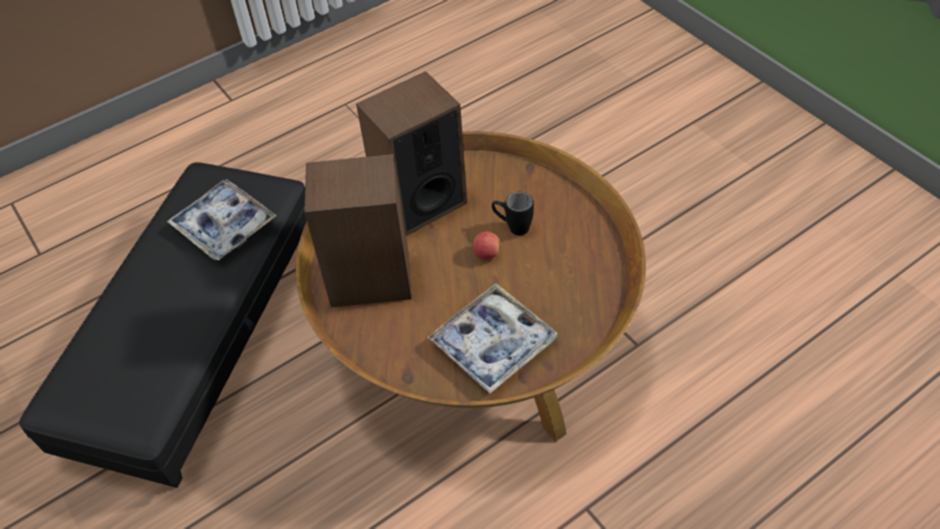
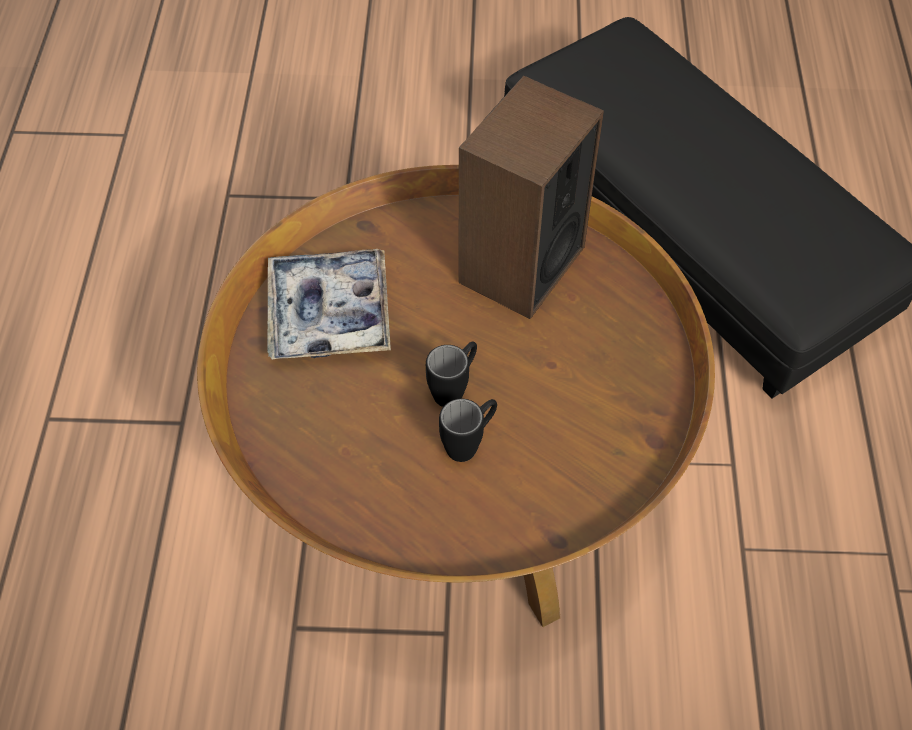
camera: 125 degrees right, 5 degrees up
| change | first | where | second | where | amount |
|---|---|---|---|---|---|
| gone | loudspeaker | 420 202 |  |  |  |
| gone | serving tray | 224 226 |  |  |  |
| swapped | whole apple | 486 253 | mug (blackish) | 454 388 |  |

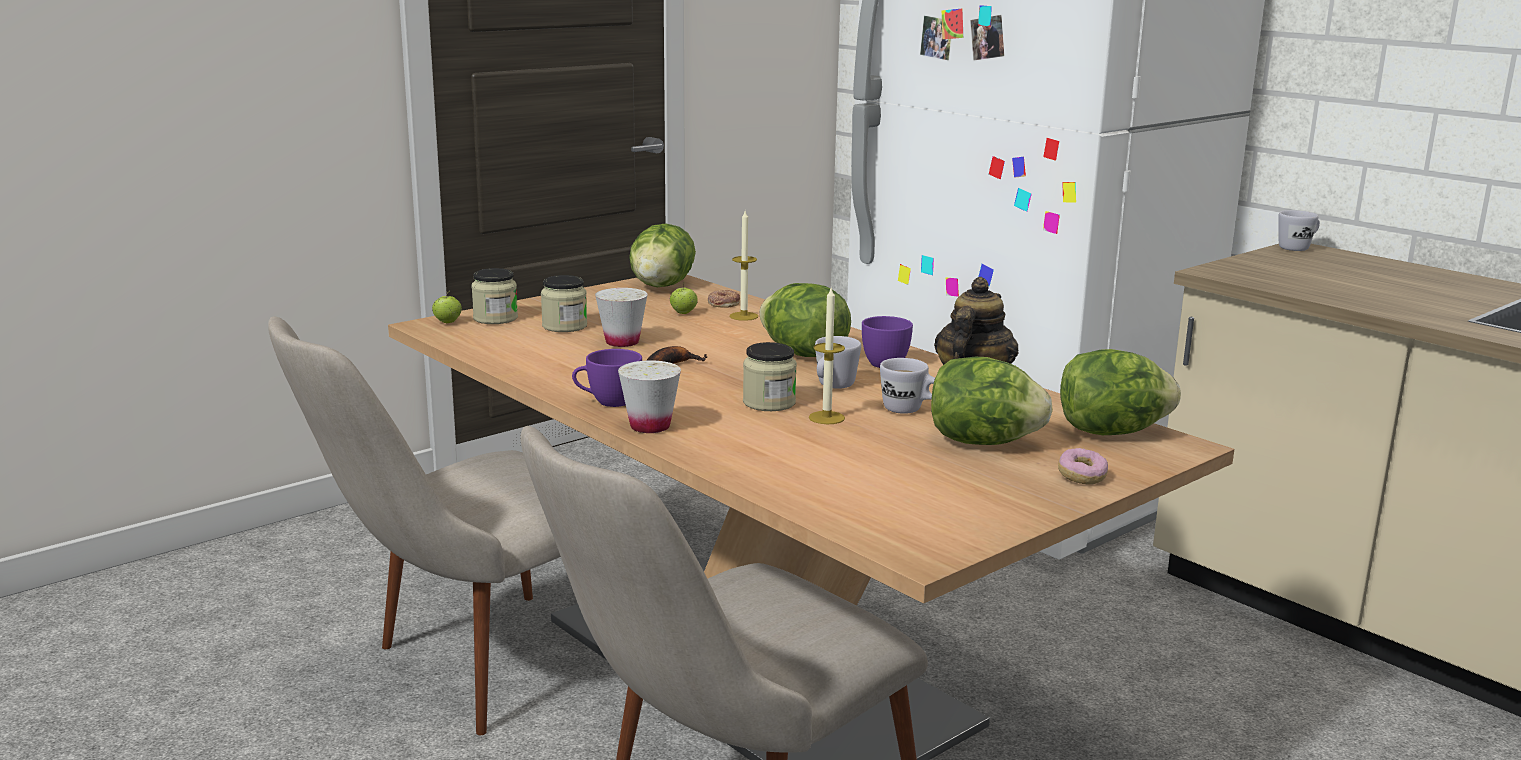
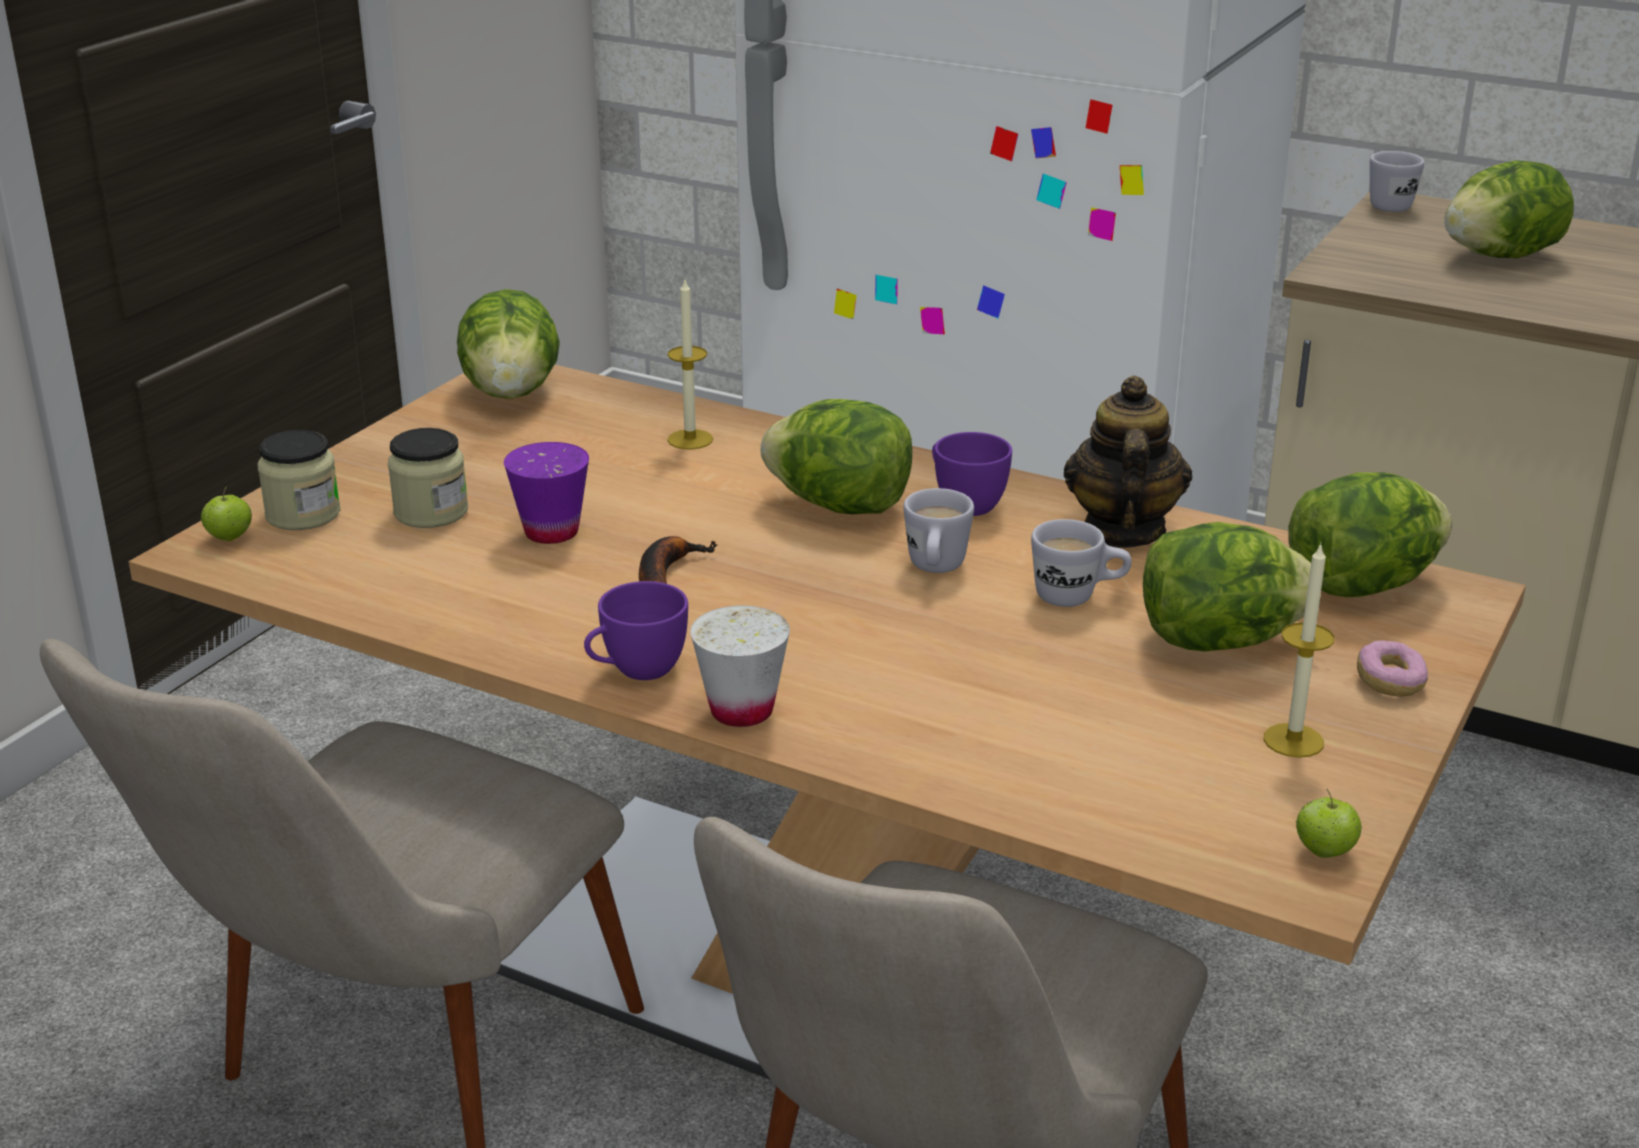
camera: 20 degrees left, 10 degrees up
| change | first | where | second | where | amount |
|---|---|---|---|---|---|
| shifted | whole apple | 683 313 |  | 1324 852 |  |
| repainted | cup (white) | 622 342 | cup (purplish) | 551 532 |  |
| shifted | wax candle | 826 418 |  | 1293 740 |  |
| gone | ring doughnut | 723 303 |  |  |  |
| gone | storage jar | 769 403 |  |  |  |
| new |  |  | lettuce | 1500 256 |  |

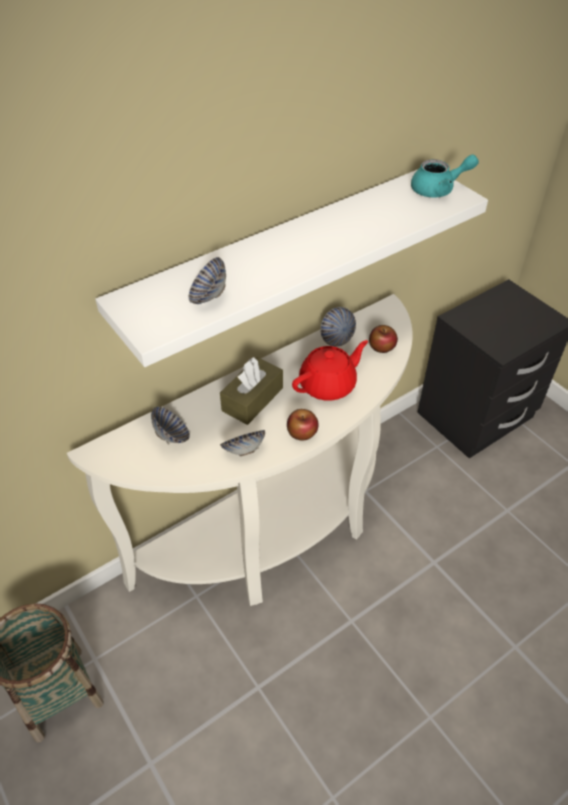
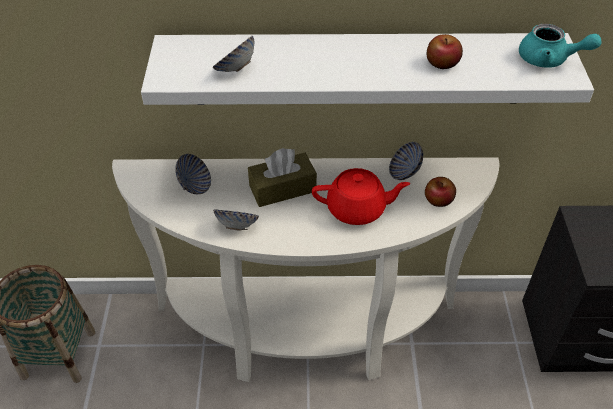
camera: 35 degrees right, 0 degrees up
| change | first | where | second | where | amount |
|---|---|---|---|---|---|
| shifted | whole apple | 302 432 |  | 442 63 |  |

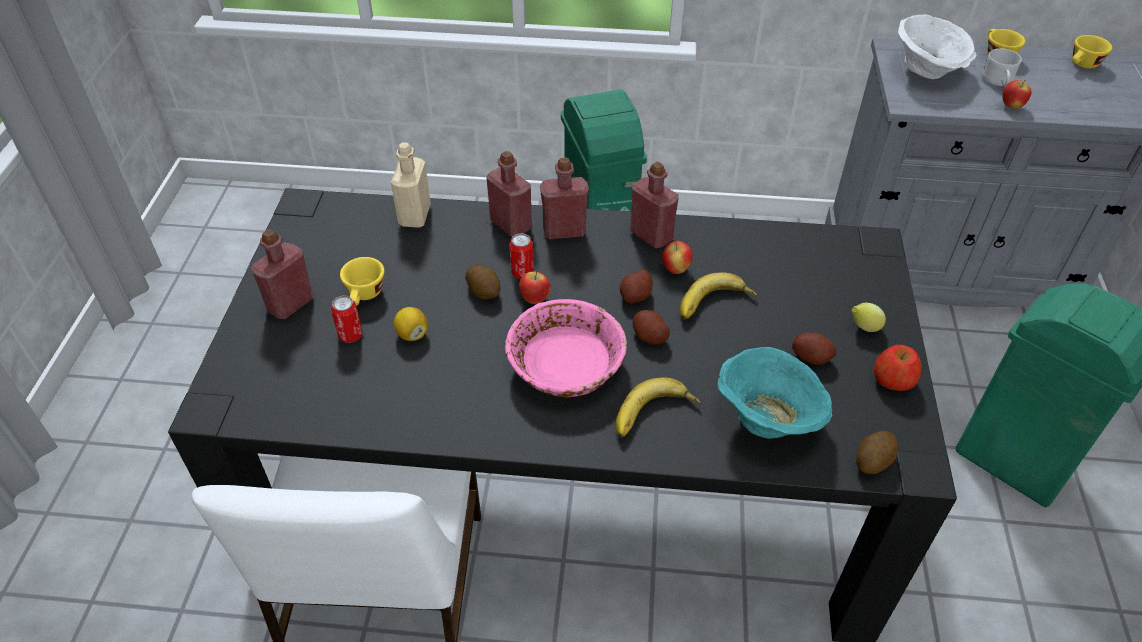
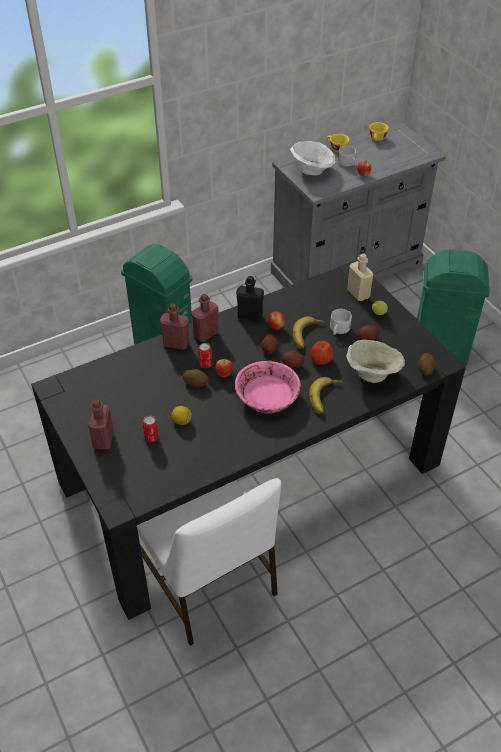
camera: 35 degrees left, 0 degrees up
| change | first | where | second | where | amount |
|---|---|---|---|---|---|
| shifted | bottle (beige-coloured) | 415 215 |  | 358 293 |  |
| repainted | bottle (red-coloured) | 651 235 | bottle (blackish) | 250 316 |  |
| gone | cup (yellow-coloured) | 365 296 |  |  |  |
| shifted | whole apple | 892 380 |  | 321 359 |  |
| repainted | bowl (turquoise-coloured) | 768 418 | bowl (beige-coloured) | 372 374 |  |
| new |  |  | mug (white) | 338 330 |  |

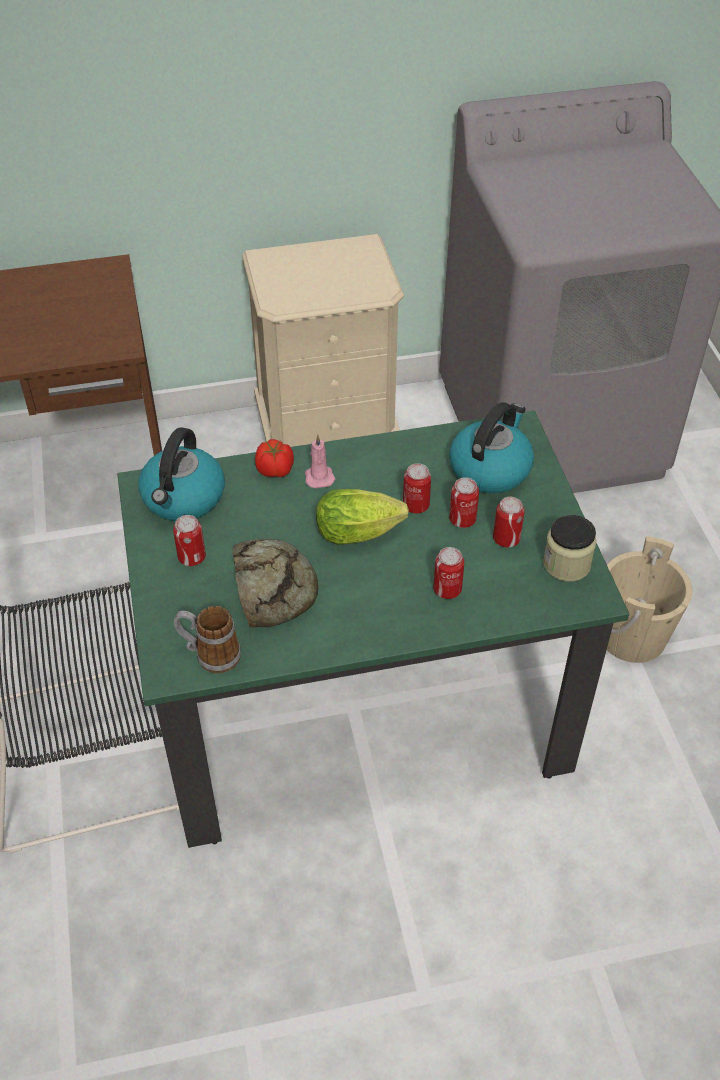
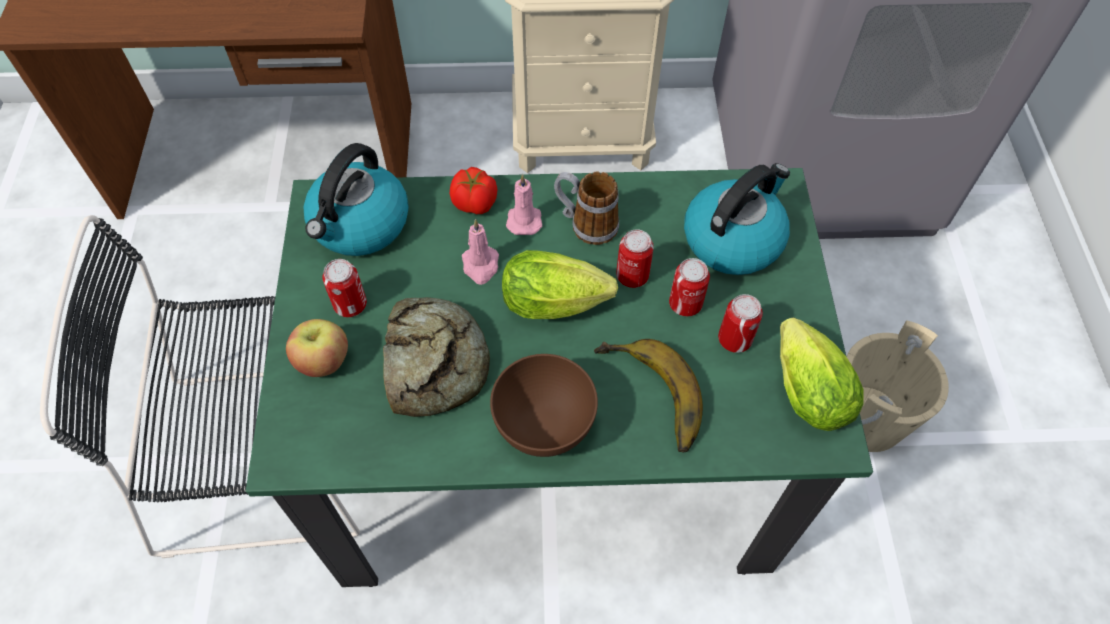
camera: 10 degrees right, 10 degrees up
| change | first | where | second | where | amount |
|---|---|---|---|---|---|
| swapped | storage jar | 566 564 | lettuce | 804 387 |  |
| swapped | metal can | 447 589 | whole banana | 647 399 |  |
| shifted | mug | 210 654 |  | 586 224 |  |
| new |  |  | wax candle (pink) | 480 266 |  |
| new |  |  | whole apple | 323 360 |  |
| new |  |  | bowl (brown) | 544 425 |  |

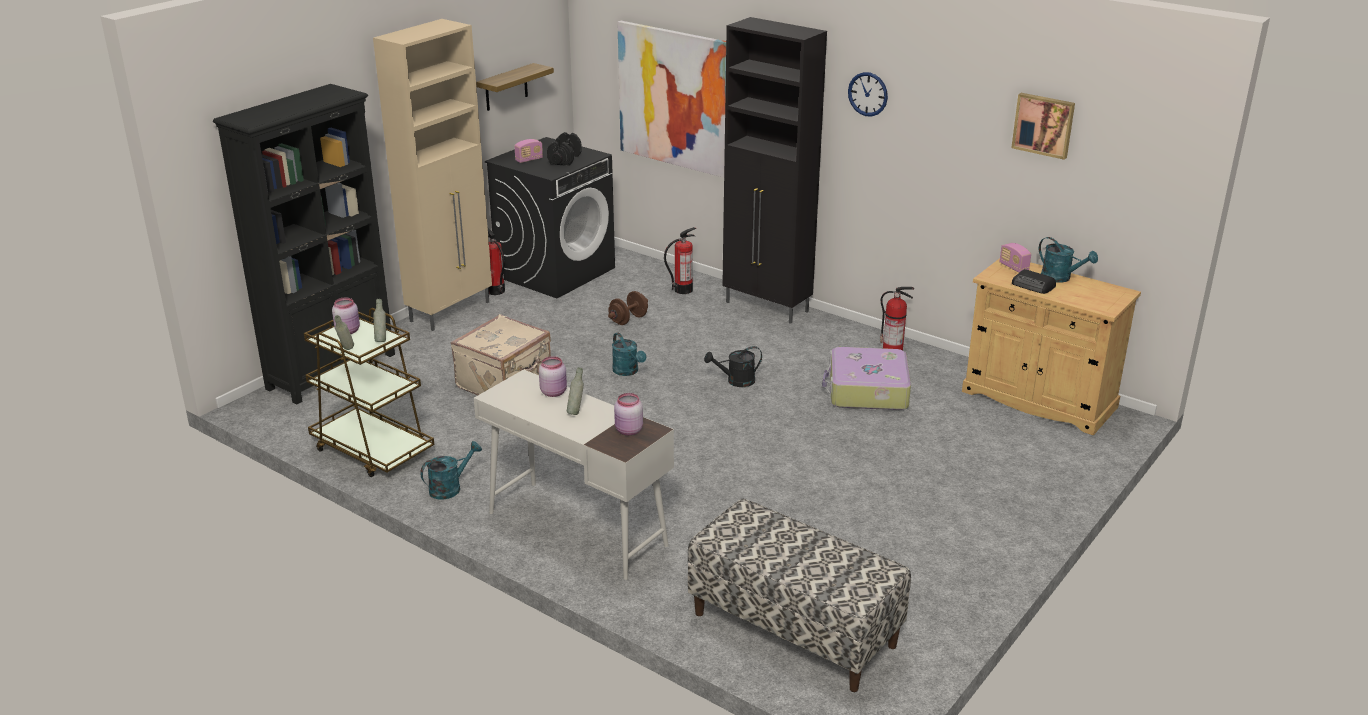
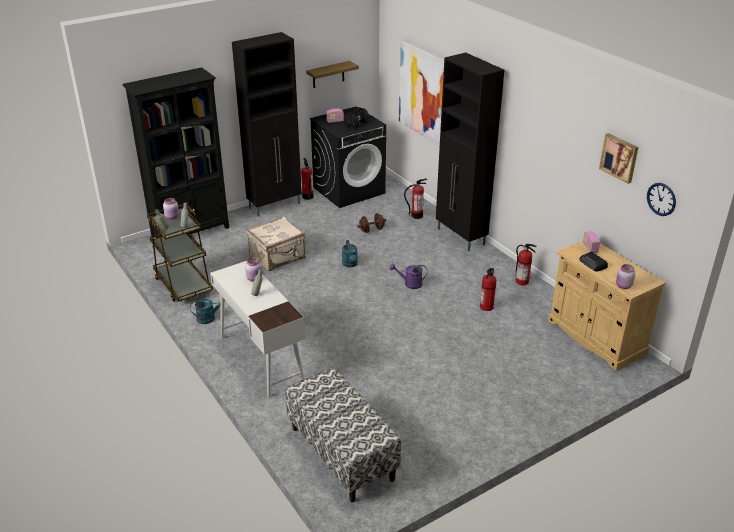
camera: 20 degrees right, 5 degrees up
| change | first | where | second | where | amount |
|---|---|---|---|---|---|
| repainted | cupboard (beige-coloured) | 451 311 | cupboard (blackish) | 275 206 |  |
| shifted | wall clock | 868 94 |  | 661 199 |  |
| gone | sprinkling can (turquoise-coloured) | 1061 278 |  |  |  |
| repainted | sprinkling can (blackish) | 736 381 | sprinkling can (purplish) | 409 284 |  |
| swapped | travel case | 867 391 | fire extinguisher | 486 307 |  |
| shifted | storage jar (pink) | 628 431 |  | 623 286 |  |

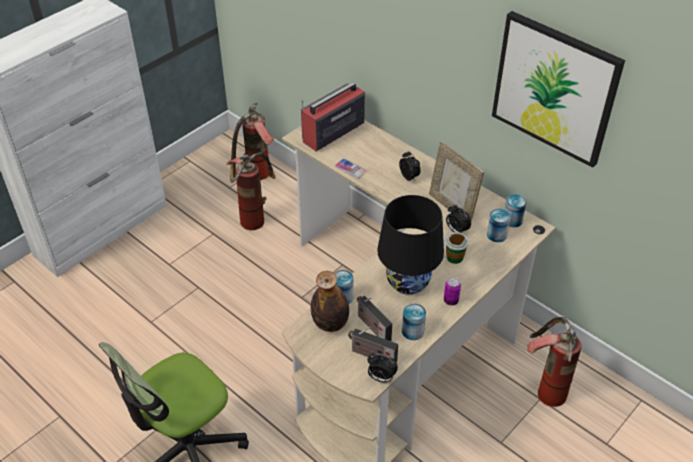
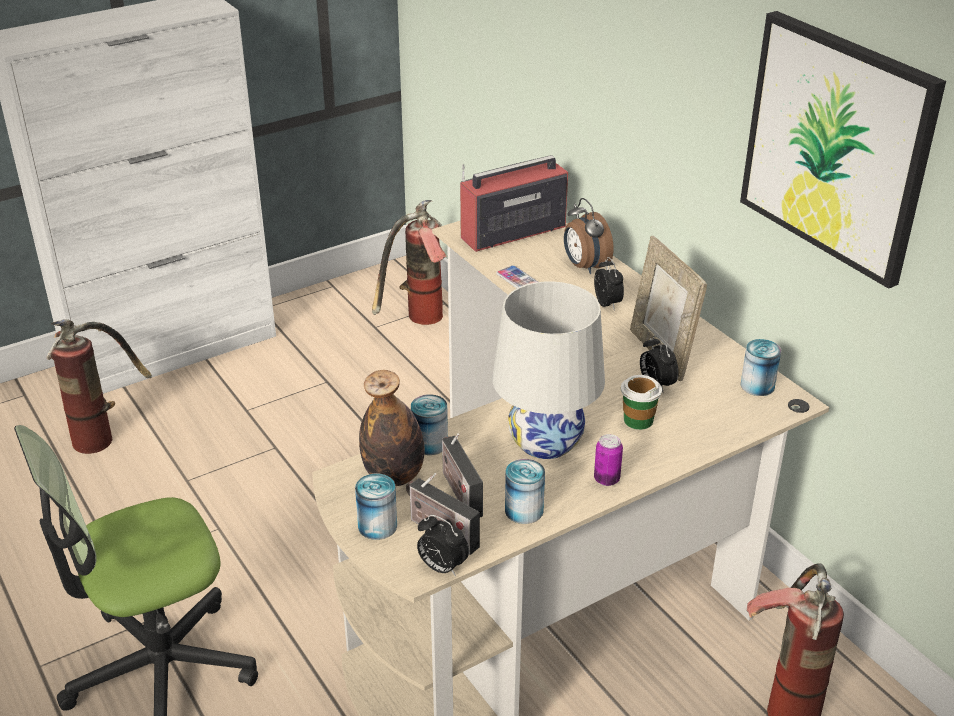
camera: 15 degrees right, 10 degrees down
| change | first | where | second | where | amount |
|---|---|---|---|---|---|
| shifted | fire extinguisher | 255 215 |  | 103 431 |  |
| repainted | lamp for a table (blackish) | 407 282 | lamp for a table (white) | 545 441 |  |
| shifted | metal can | 496 235 |  | 377 526 |  |
| new |  |  | table clock | 584 266 |  |

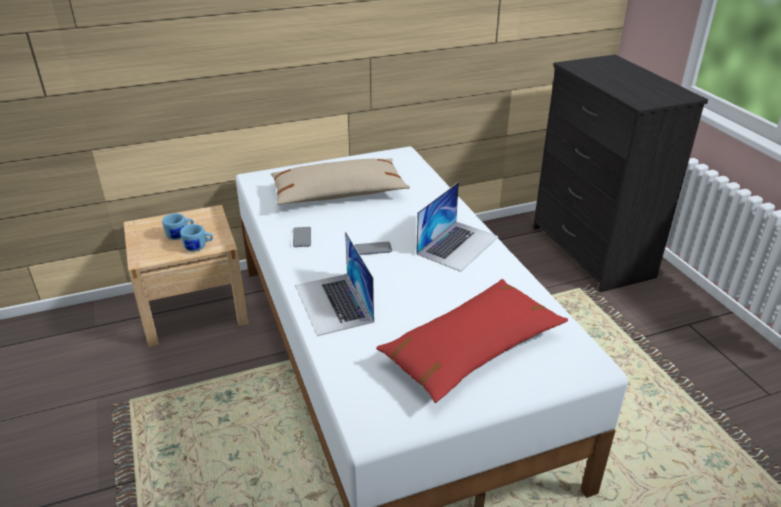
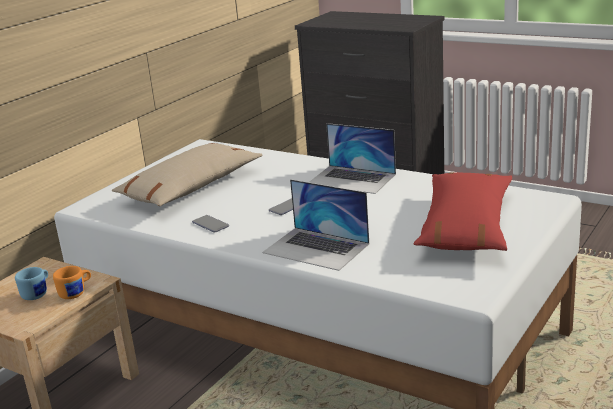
camera: 35 degrees left, 10 degrees down
| change | first | where | second | where | amount |
|---|---|---|---|---|---|
| rotated | notebook computer | 458 245 |  | 352 179 | 120 degrees clockwise |
| repainted | mug (blue-coloured) | 199 247 | mug (orangey) | 76 293 |  |

